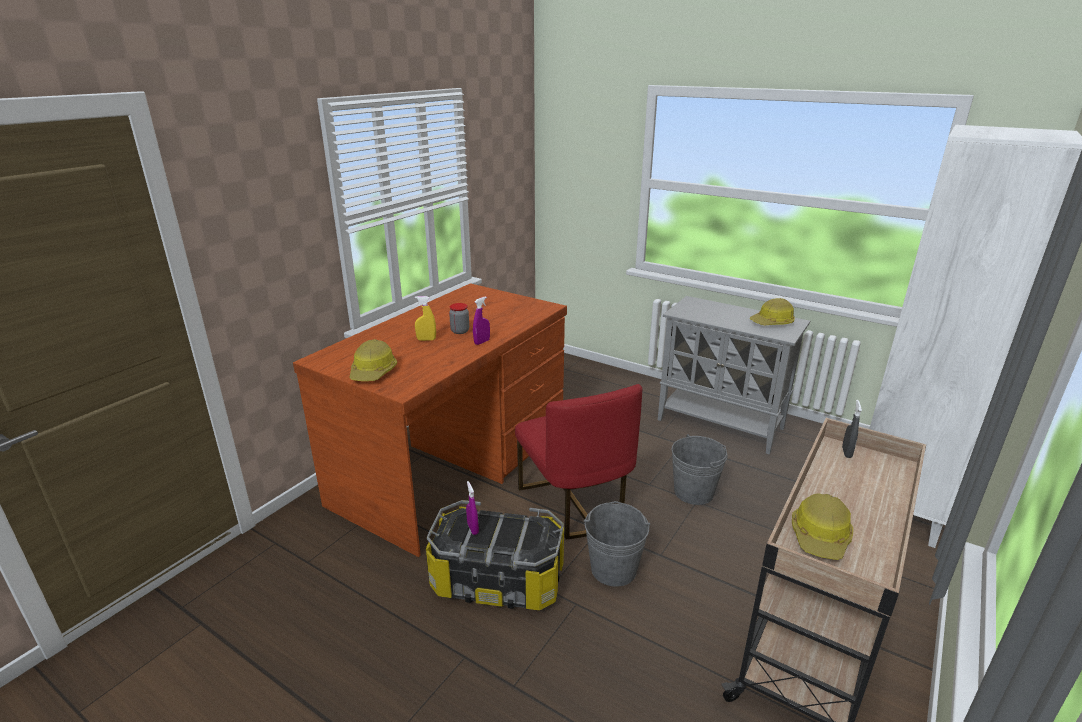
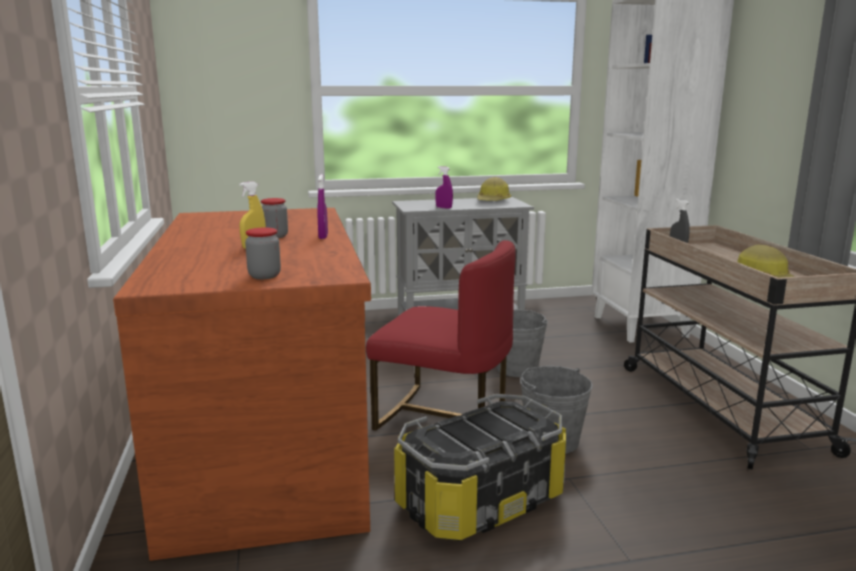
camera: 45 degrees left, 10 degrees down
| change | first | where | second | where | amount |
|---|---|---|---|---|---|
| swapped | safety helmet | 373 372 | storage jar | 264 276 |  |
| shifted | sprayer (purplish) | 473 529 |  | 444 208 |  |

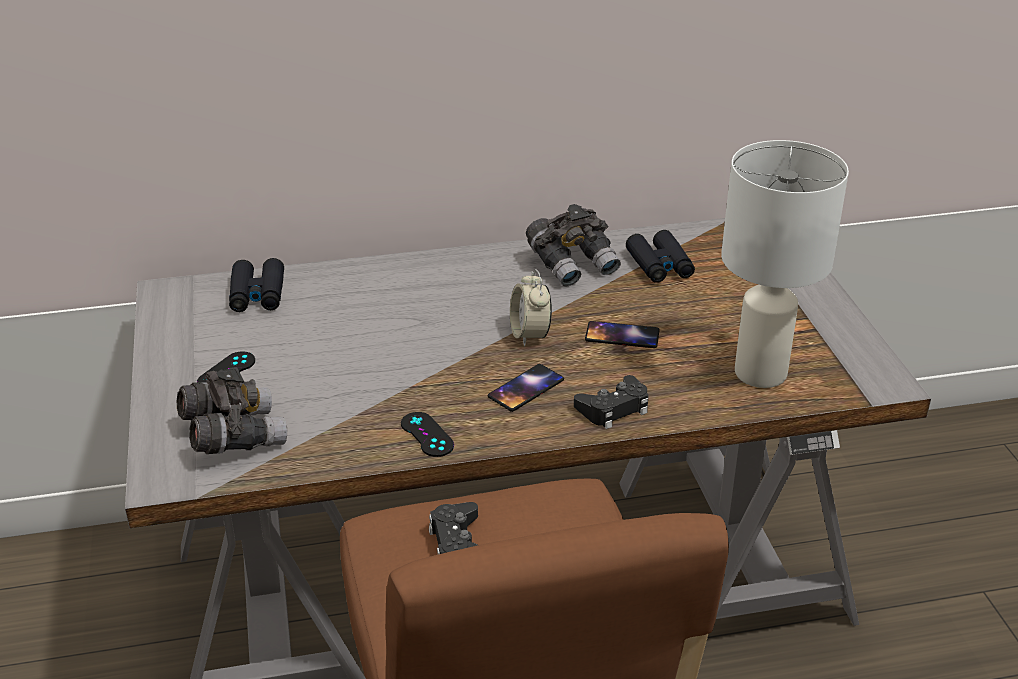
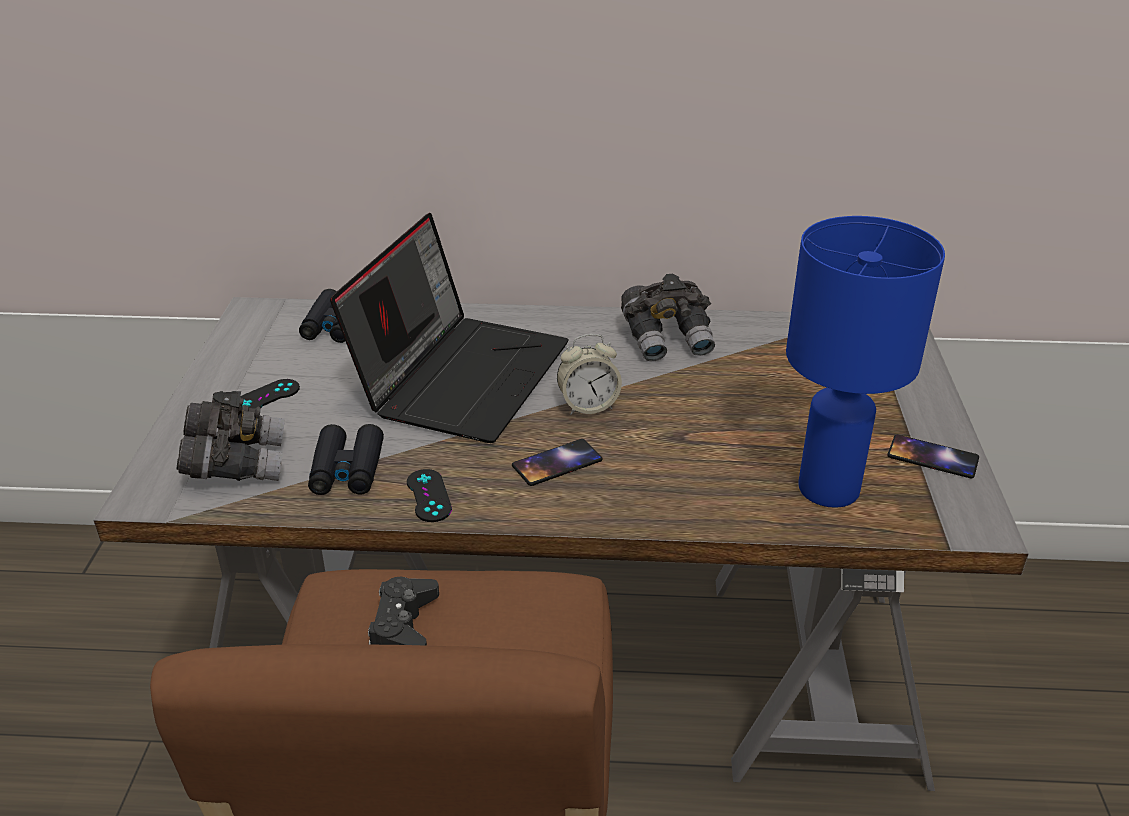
camera: 15 degrees right, 0 degrees up
| change | first | where | second | where | amount |
|---|---|---|---|---|---|
| repainted | lamp for a table (white) | 762 372 | lamp for a table (blue-coloured) | 830 488 |  |
| shifted | binoculars (blackish) | 659 265 |  | 347 470 |  |
| rotated | table clock | 530 334 |  | 588 406 | 105 degrees counterclockwise |
| shifted | handset | 622 335 |  | 932 457 |  |
| gone | joypad (blackish) | 614 408 |  |  |  |
| new |  |  | notebook computer | 461 375 |  |

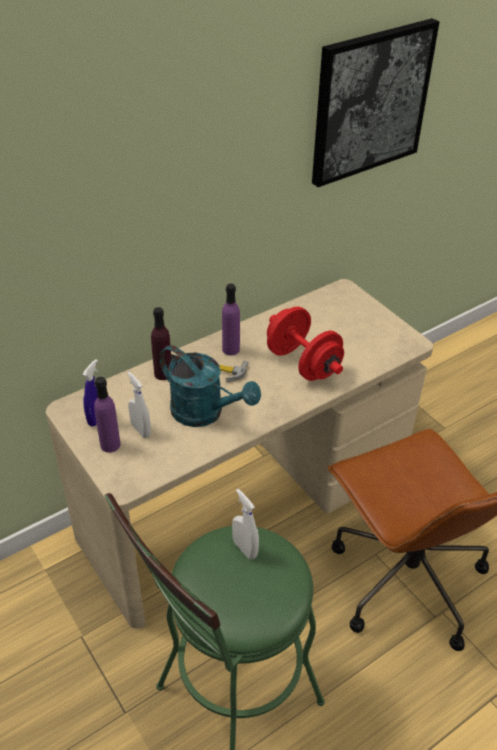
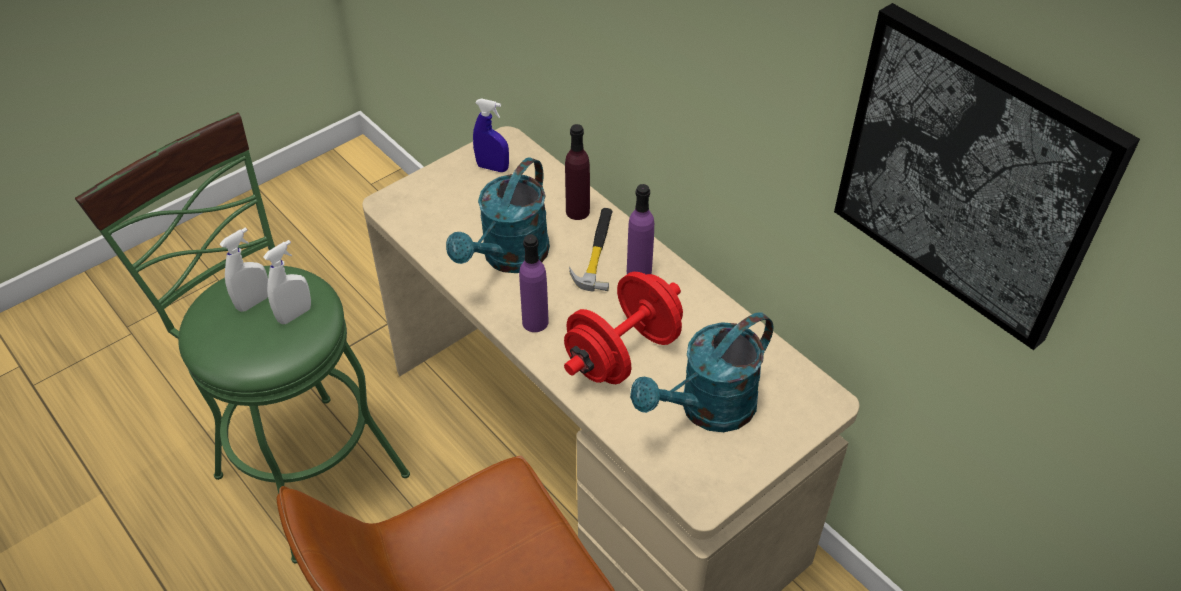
camera: 85 degrees right, 5 degrees up
| change | first | where | second | where | amount |
|---|---|---|---|---|---|
| shifted | sprayer (white) | 141 430 |  | 254 302 |  |
| shifted | bottle (purplish) | 110 444 |  | 535 322 |  |
| new |  |  | sprinkling can (turquoise-coloured) | 707 410 |  |

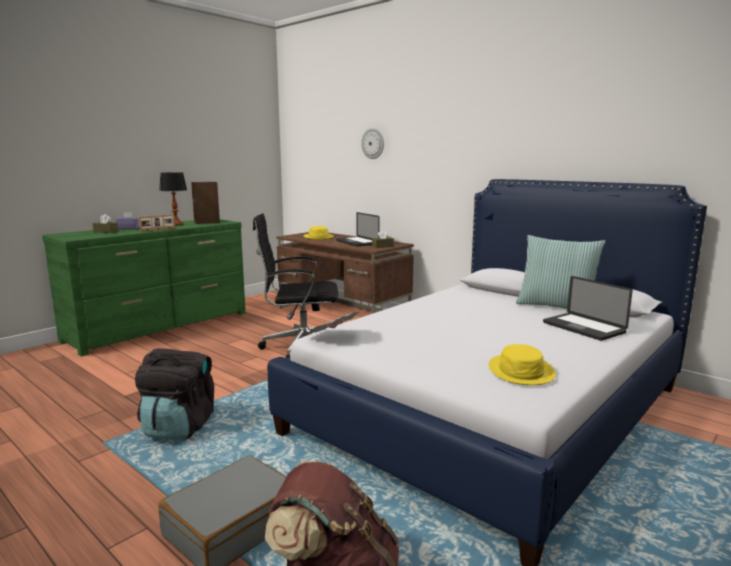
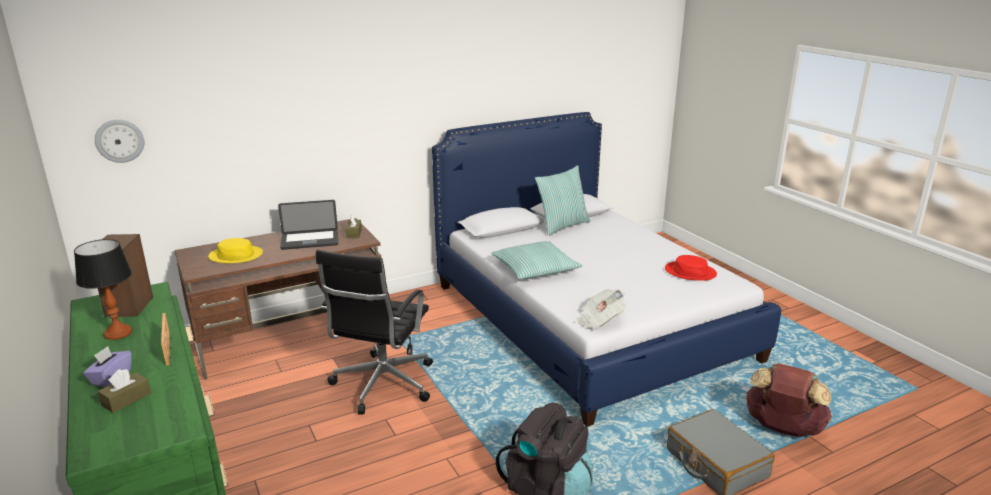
camera: 70 degrees left, 10 degrees up
| change | first | where | second | where | amount |
|---|---|---|---|---|---|
| shifted | wall clock | 373 143 |  | 119 140 |  |
| gone | notebook computer | 583 328 |  |  |  |
| repainted | wearable hat (yellow-coloured) | 521 371 | wearable hat (red-coloured) | 690 272 |  |
| new |  |  | cushion | 535 269 |  |

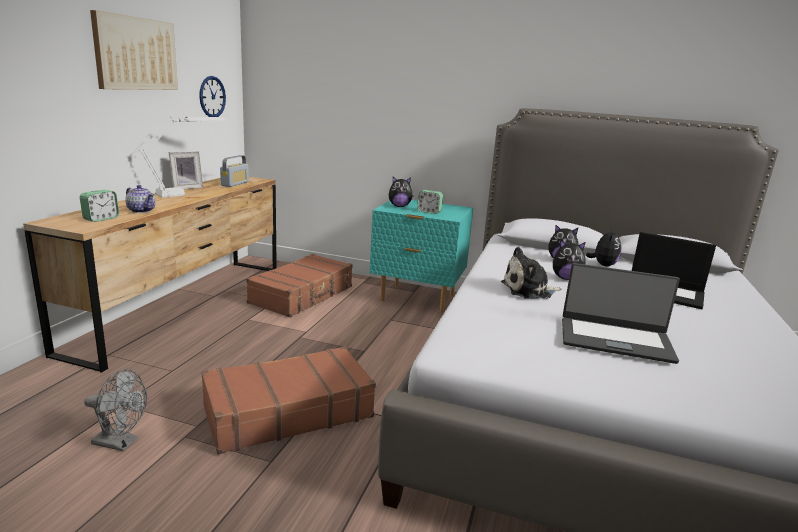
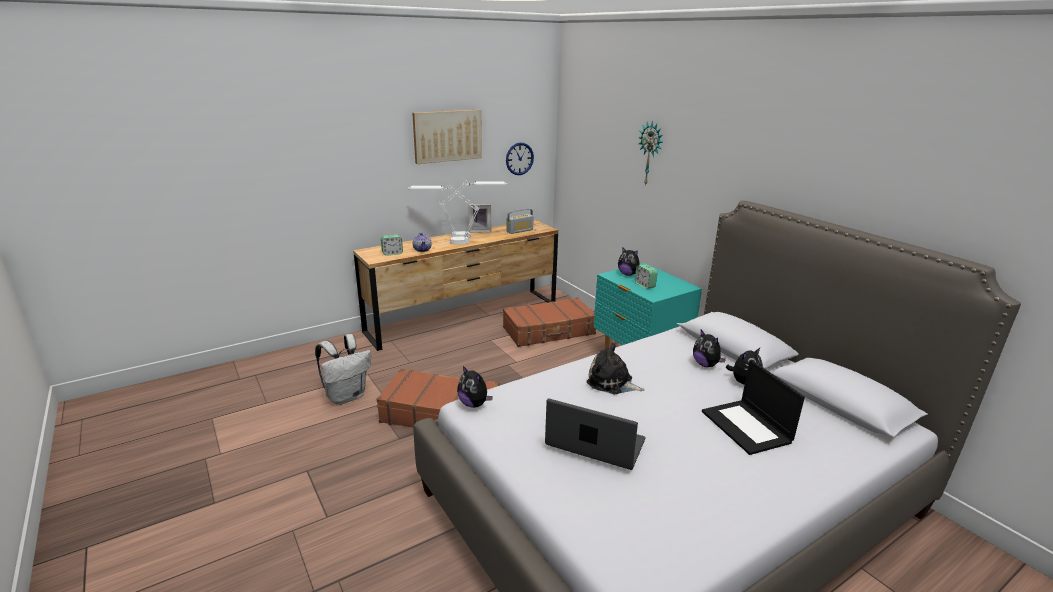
camera: 40 degrees right, 5 degrees up
| change | first | where | second | where | amount |
|---|---|---|---|---|---|
| shifted | soft toy | 565 278 |  | 474 404 |  |
| rotated | notebook computer | 615 339 |  | 594 444 | 150 degrees clockwise |
| swapped | electric fan (grey) | 121 443 | rucksack (white) | 347 396 |  |
| new |  |  | wall clock | 650 154 |  |
| new |  |  | lamp for a table (white) | 446 242 |  |

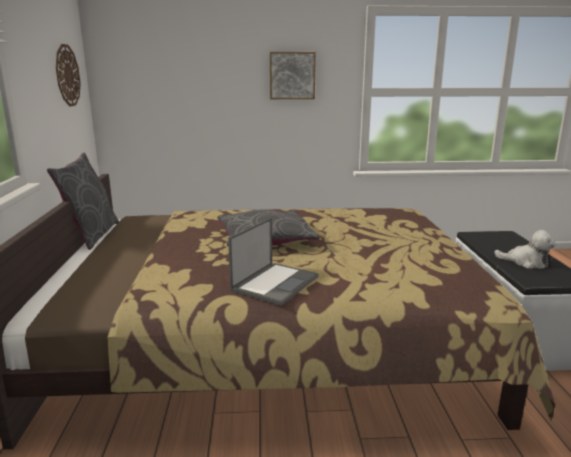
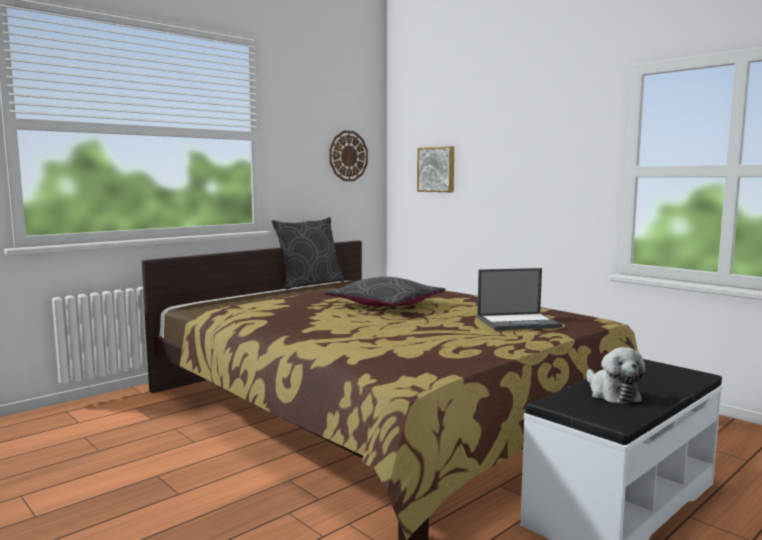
camera: 50 degrees right, 10 degrees down
| change | first | where | second | where | amount |
|---|---|---|---|---|---|
| shifted | wall art | 292 75 |  | 437 169 |  |
| shifted | notebook computer | 275 283 |  | 519 322 |  |

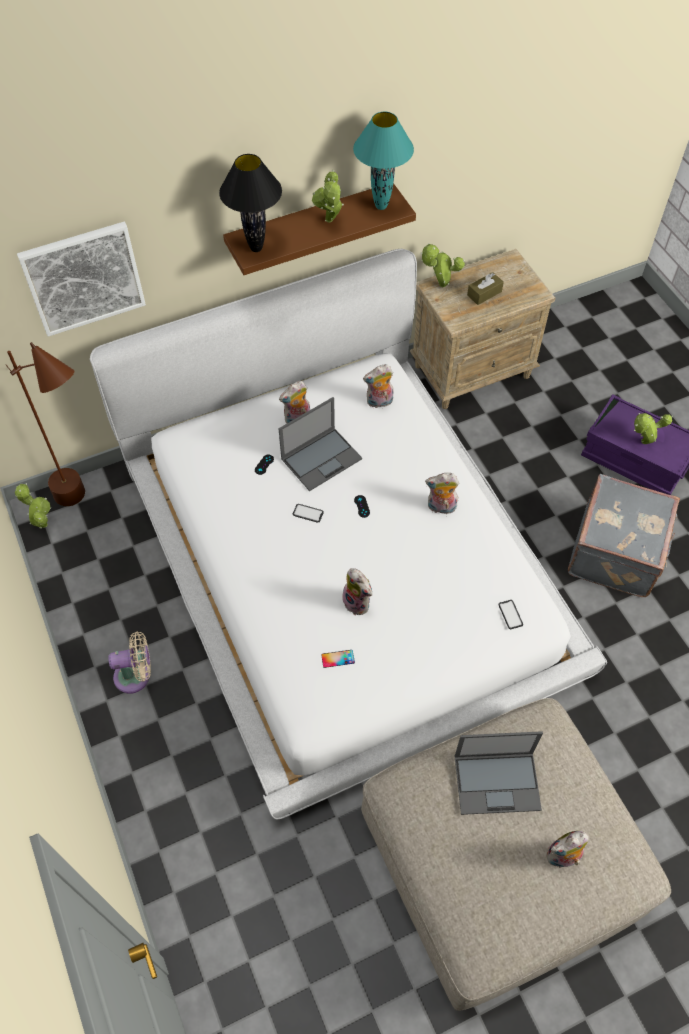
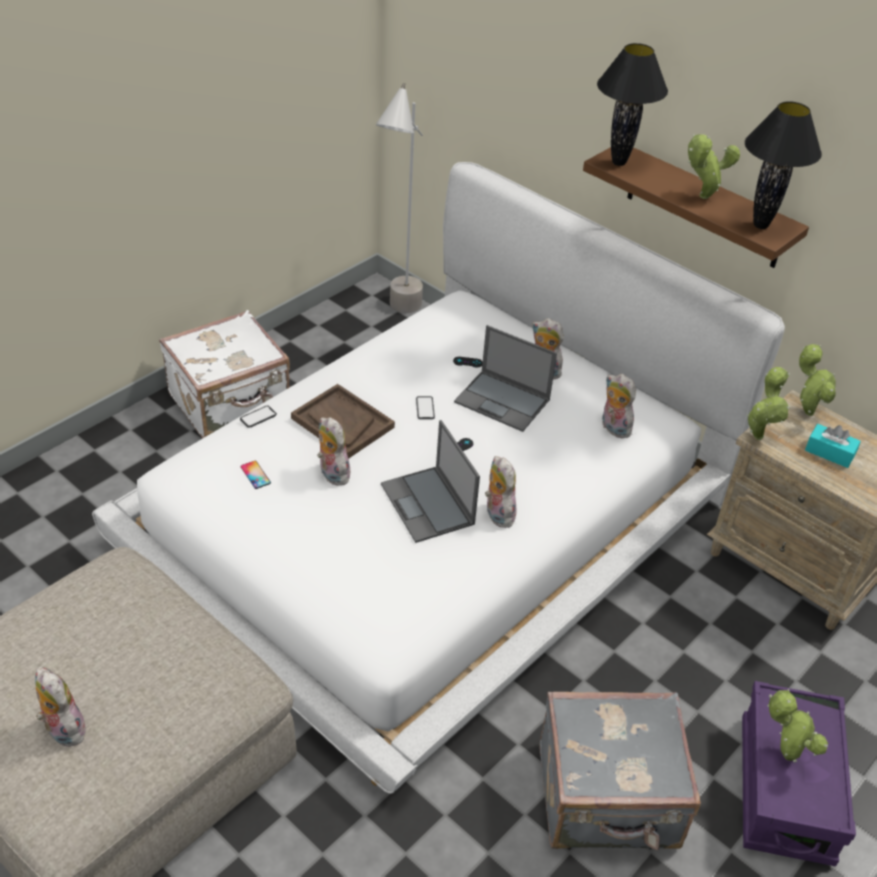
camera: 65 degrees right, 15 degrees down
| change | first | where | second | where | amount |
|---|---|---|---|---|---|
| repainted | lamp for a table (turquoise-coloured) | 380 206 | lamp for a table (blackish) | 761 225 |  |
| gone | wall art | 83 278 |  |  |  |
| repainted | box of tissues (brown) | 484 293 | box of tissues (turquoise-coloured) | 829 452 |  |
| repainted | standard lamp (brown) | 88 506 | standard lamp (grey) | 398 319 |  |
| shifted | plant in a pot | 42 523 |  | 758 434 |  |
| rotated | soft toy | 358 602 |  | 332 474 | 120 degrees clockwise |
| shifted | handset | 510 614 |  | 258 417 |  |
| swapped | electric fan (beige-coloured) | 136 676 | travel case (white) | 230 403 |  |
| shifted | notebook computer | 498 782 |  | 428 505 |  |
| new |  |  | serving tray (brown) | 342 423 |  |

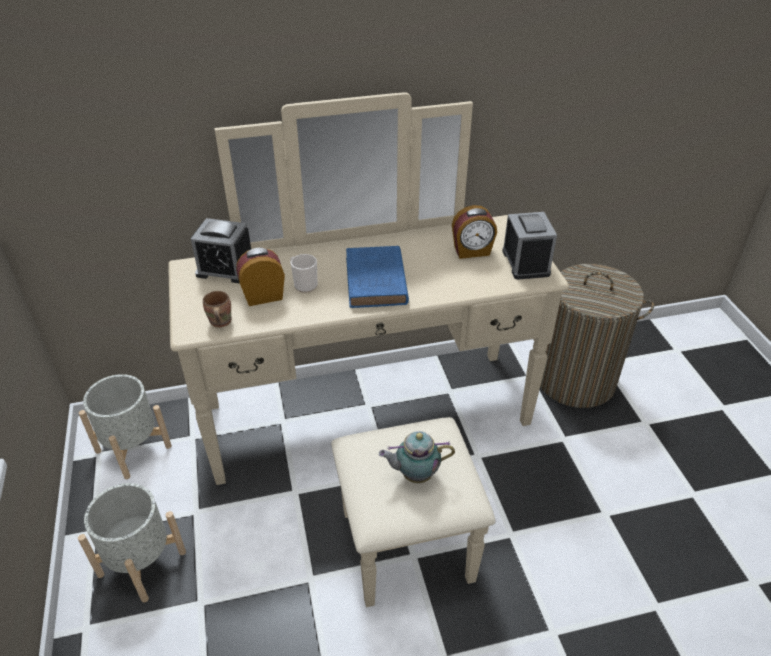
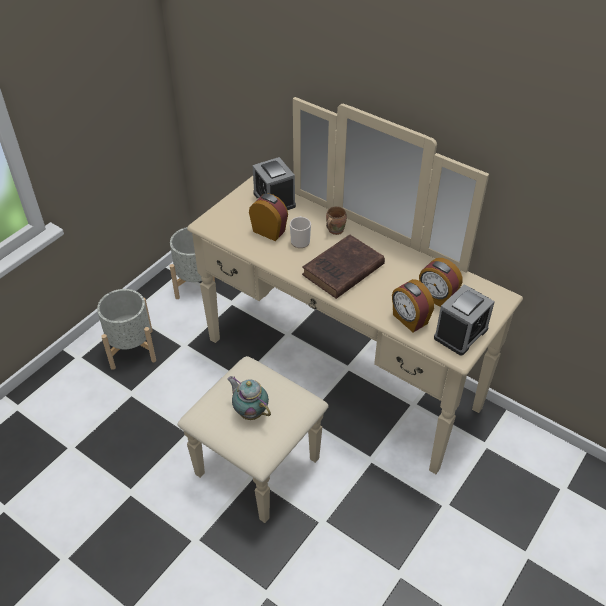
camera: 50 degrees right, 5 degrees up
| change | first | where | second | where | amount |
|---|---|---|---|---|---|
| repainted | bound book (blue-coloured) | 376 282 | bound book (brown) | 341 271 |  |
| gone | hamper | 575 380 |  |  |  |
| shifted | mug (brown) | 219 323 |  | 334 230 |  |
| new |  |  | table clock | 409 319 |  |

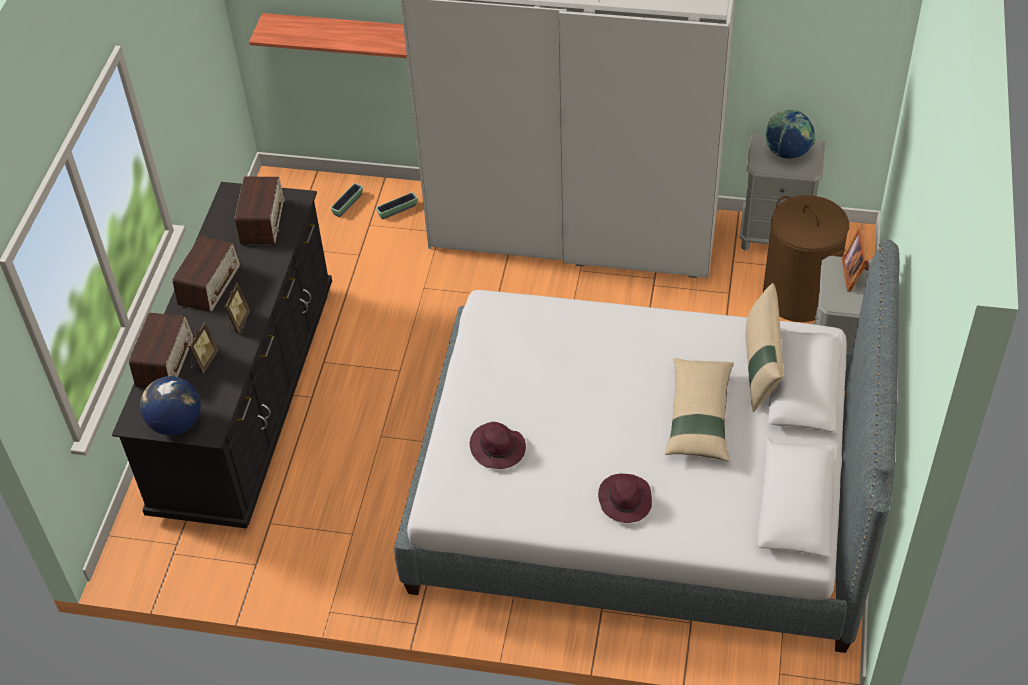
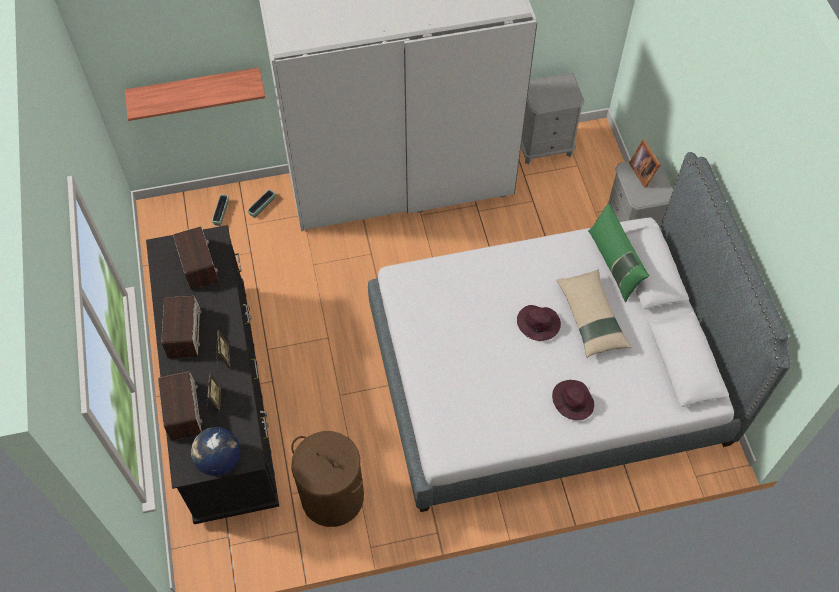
camera: 25 degrees left, 10 degrees up
| change | first | where | second | where | amount |
|---|---|---|---|---|---|
| gone | globe | 787 153 |  |  |  |
| shifted | hamper (brown) | 799 296 |  | 333 496 |  |
| repainted | cushion (beige-coloured) | 761 366 | cushion (green) | 613 264 |  |
| shifted | wearable hat (purplish) | 498 448 |  | 539 324 |  |

